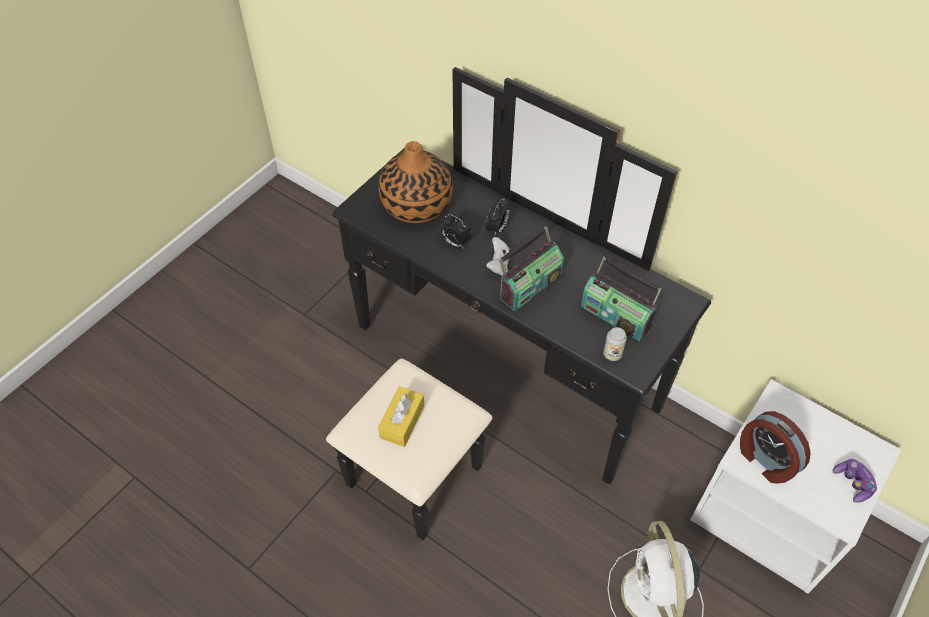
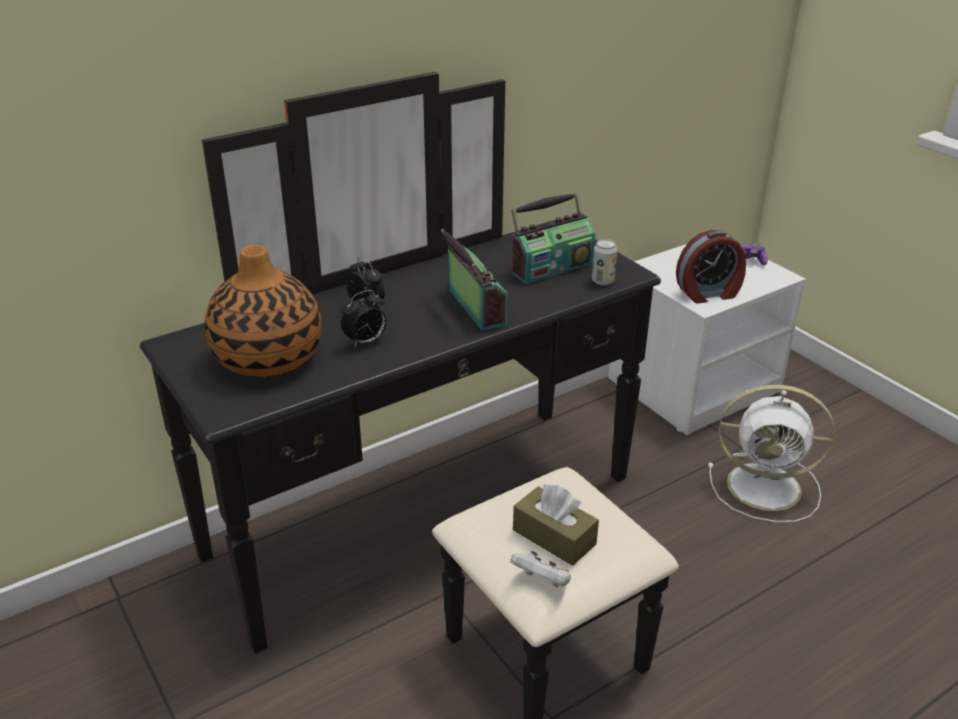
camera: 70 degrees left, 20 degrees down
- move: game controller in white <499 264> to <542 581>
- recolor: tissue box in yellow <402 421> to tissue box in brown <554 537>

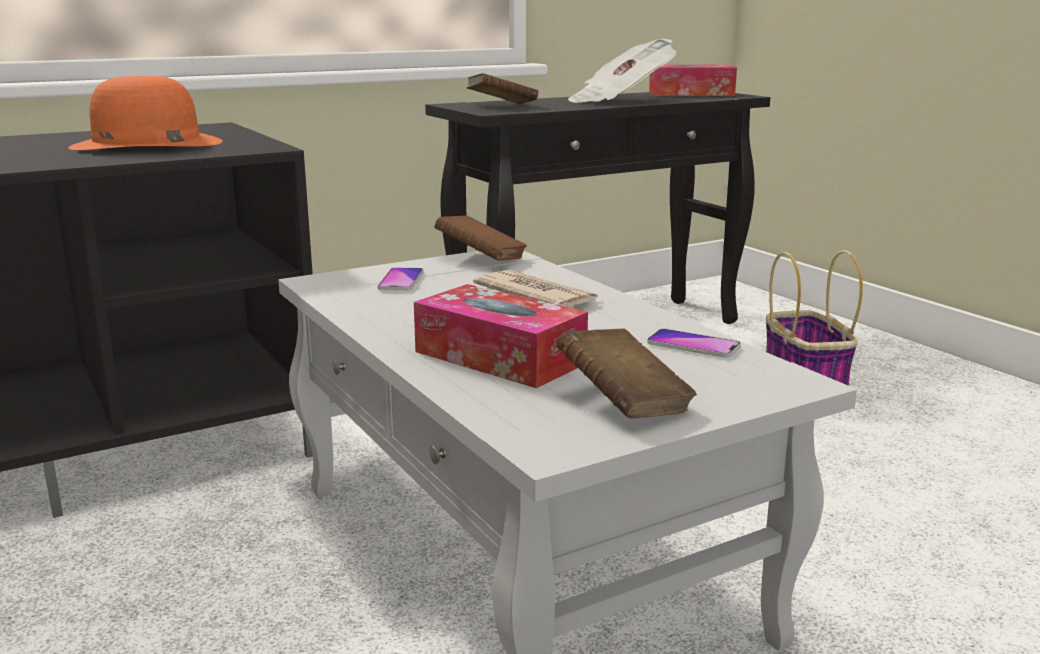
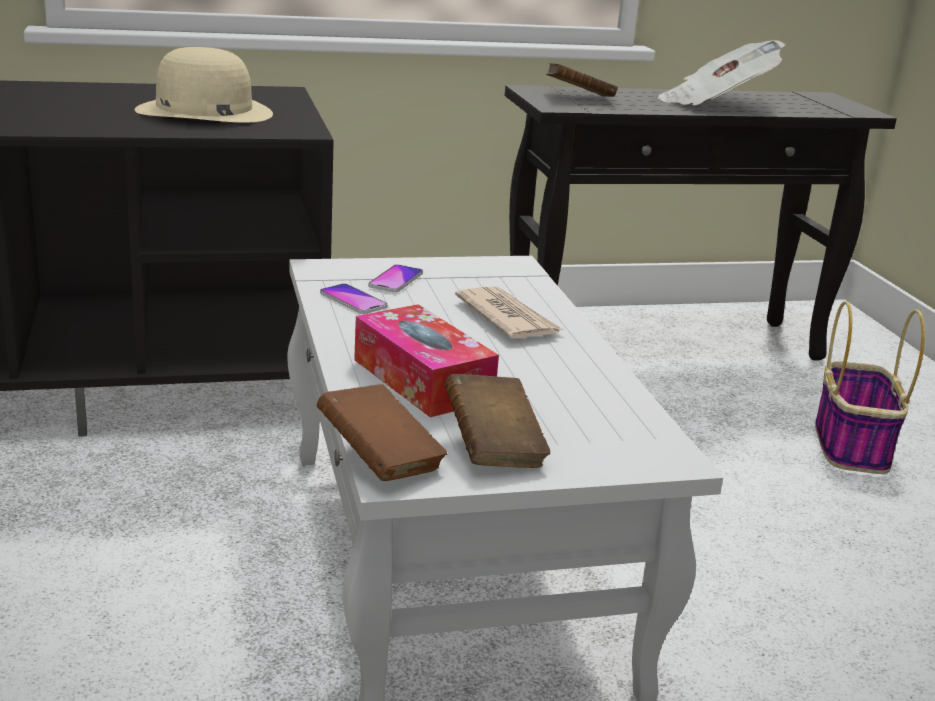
camera: 15 degrees right, 5 degrees up
- delete: tissue box <691 93>
- move: book in brown <481 259> to <380 459>
- move: phone <693 345> to <353 300>
- recolor: hat in orange <146 144> to hat in beige <203 111>

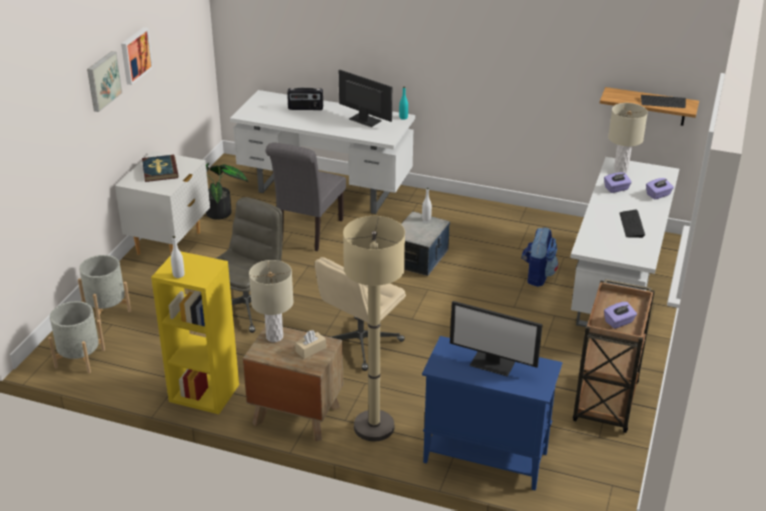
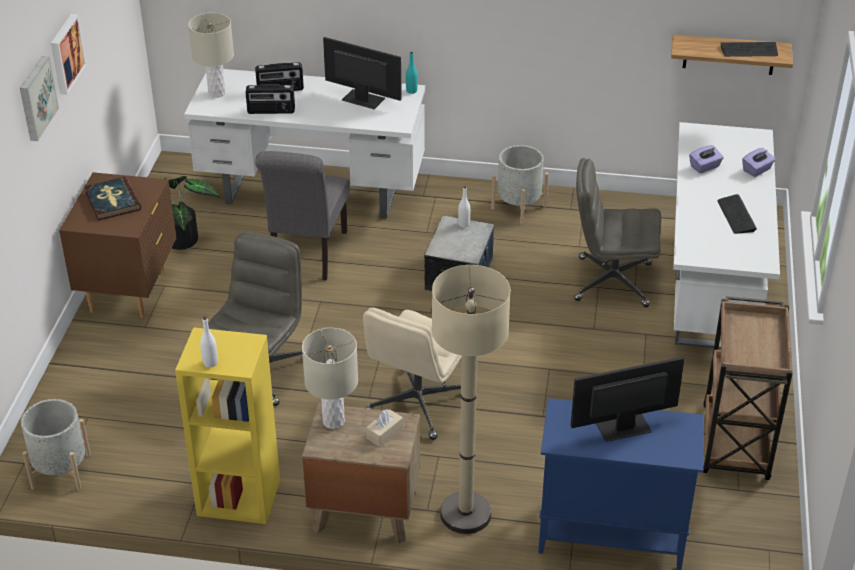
camera: 10 degrees left, 5 degrees up
- delete: tissue box in purple <619 322>
- insert: radio <271 111>
- move: planter in grey <107 309> to <518 207>
- move: table lamp in beige <620 170> to <216 93>
- replace: backpack <537 275> to office chair in grey <611 282>
- recolor: nightstand in white <170 243> to nightstand in brown <129 291>
- rotate: monitor <493 363> = <622 427> 150 degrees clockwise

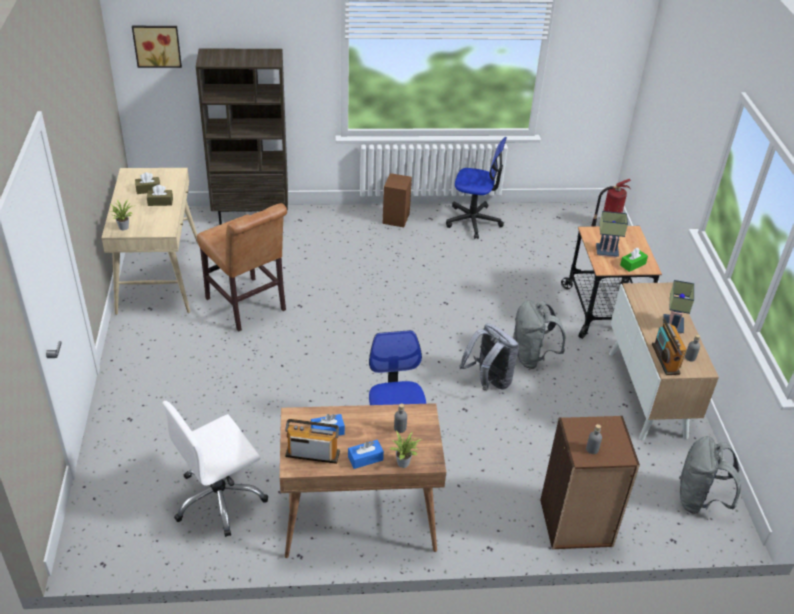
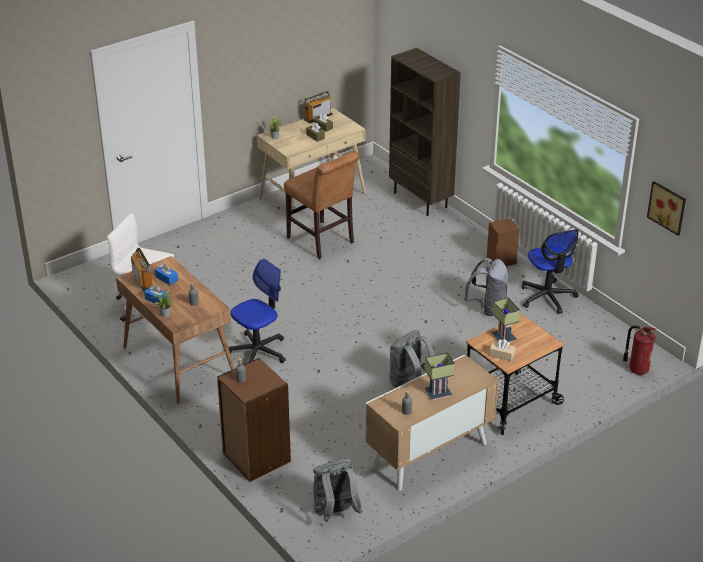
camera: 60 degrees right, 5 degrees down
- move: picture <157 45> to <668 207>
- move: backpack in grey <488 381> to <487 307>
- move: radio <665 359> to <318 117>
- recolor: tissue box in green <632 264> to tissue box in beige <502 355>
- rotate: chair in brown <248 307> = <322 241> 60 degrees counterclockwise

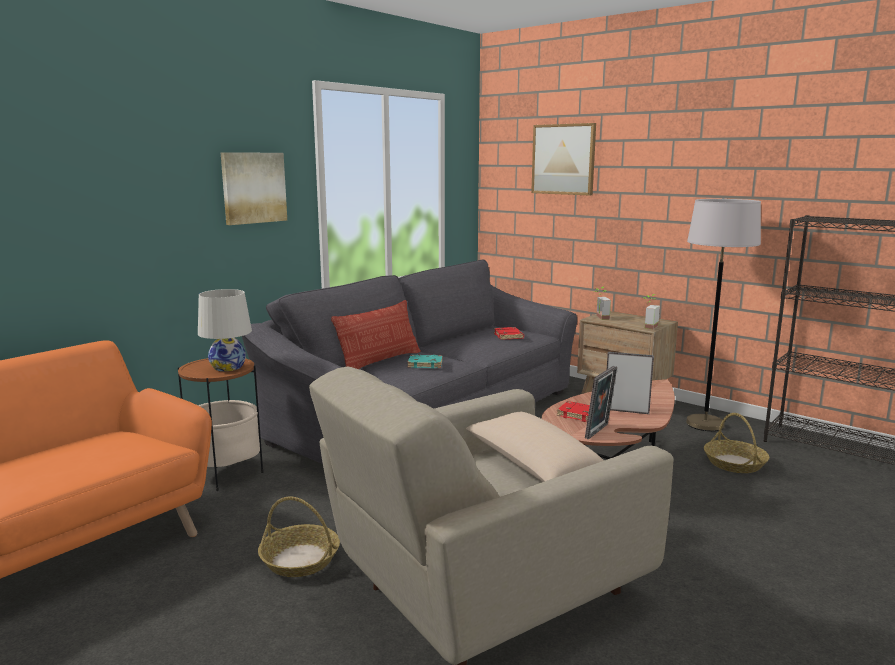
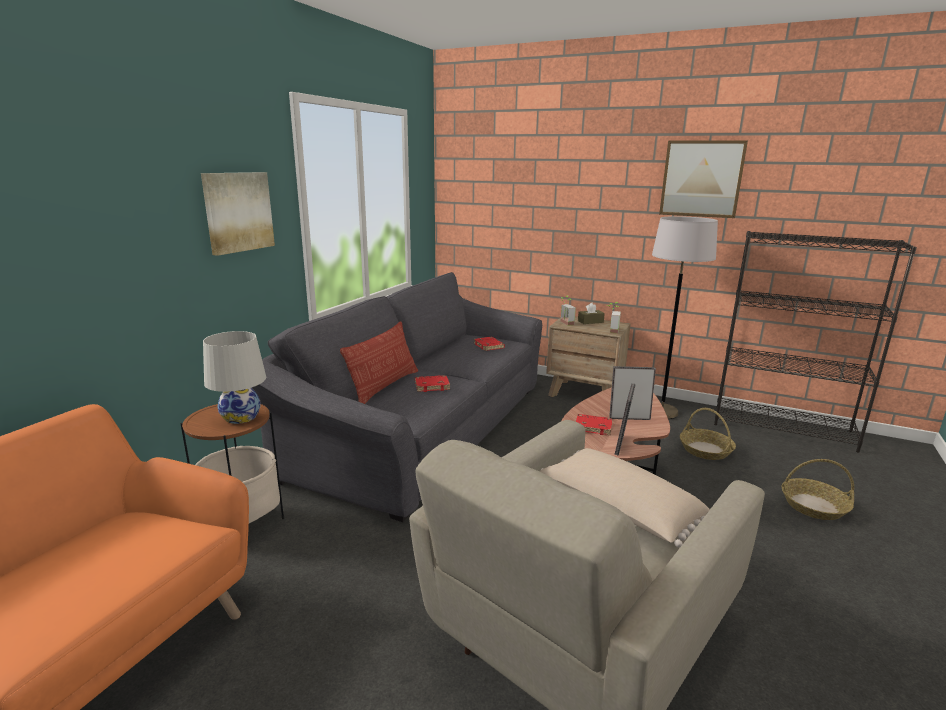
camera: 15 degrees left, 5 degrees up
- insert: tissue box in brown <590 321>
- move: basket <299 560> to <813 506>
- move: picture <563 159> to <701 179>
- recolor: book in turquoise <425 364> to book in red <432 386>

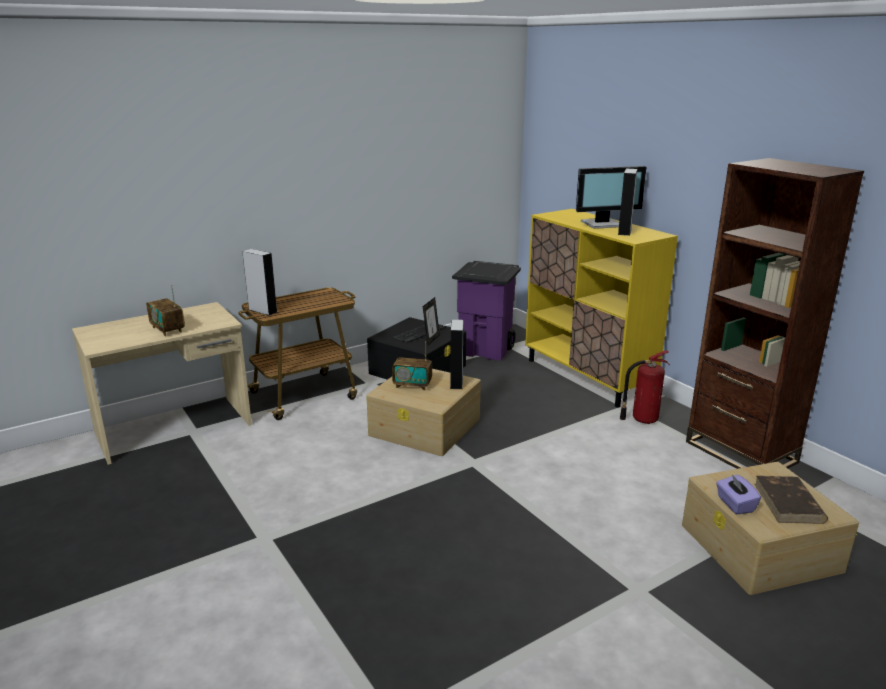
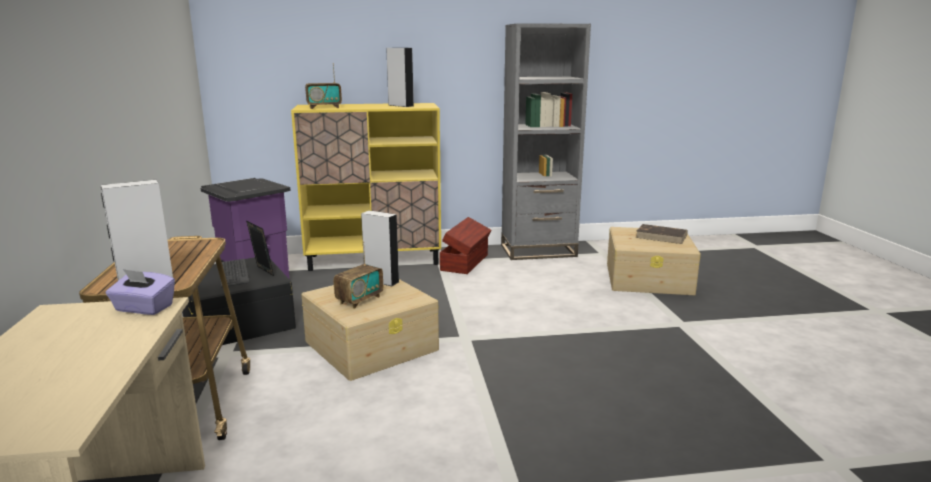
camera: 65 degrees left, 5 degrees down
- delete: monitor <603 224>
- move: radio <167 329> to <324 107>
- move: tissue box in purple <735 504> to <144 308>
- replace: fire extinguisher <642 419> to storage box in brown <465 262>
- recolor: bookcase in brown <740 452> to bookcase in grey <538 251>

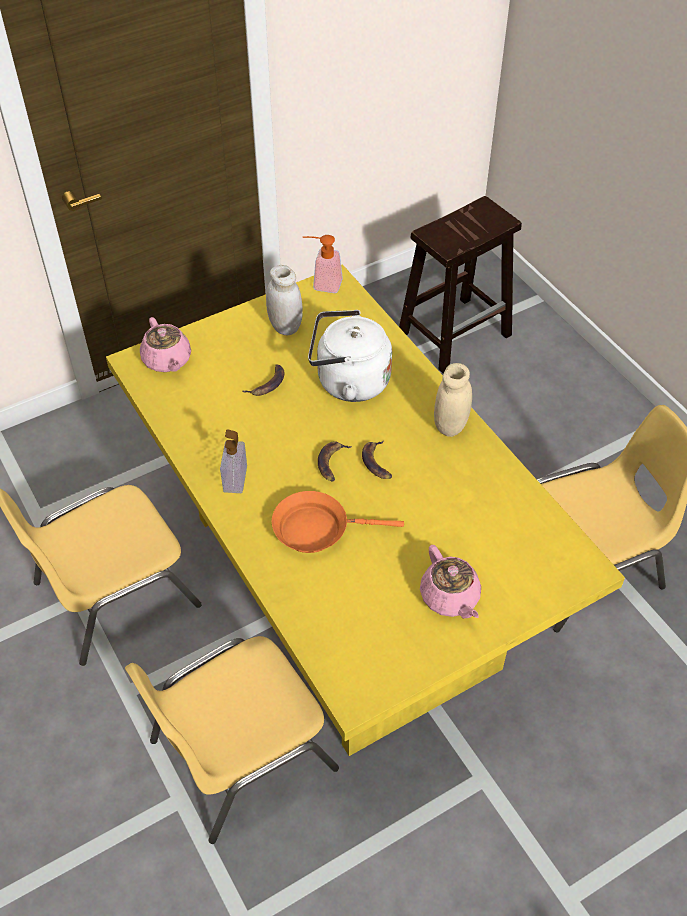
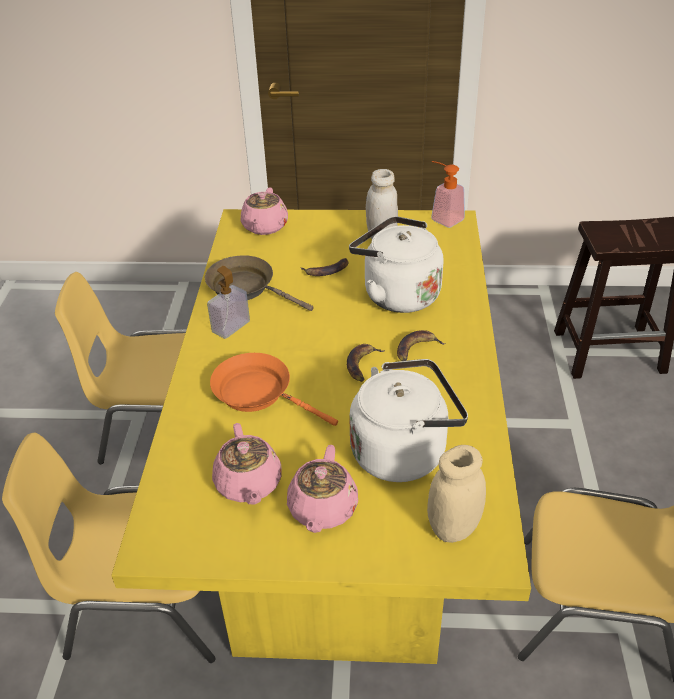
camera: 35 degrees right, 10 degrees down
- insert: frying pan in brown <246 288>
- insert: teapot in pink <248 484>
- insert: kettle in white <403 451>
- move: banana <332 463> to <416 349>
- move: jar in beige <450 426> to <453 528>

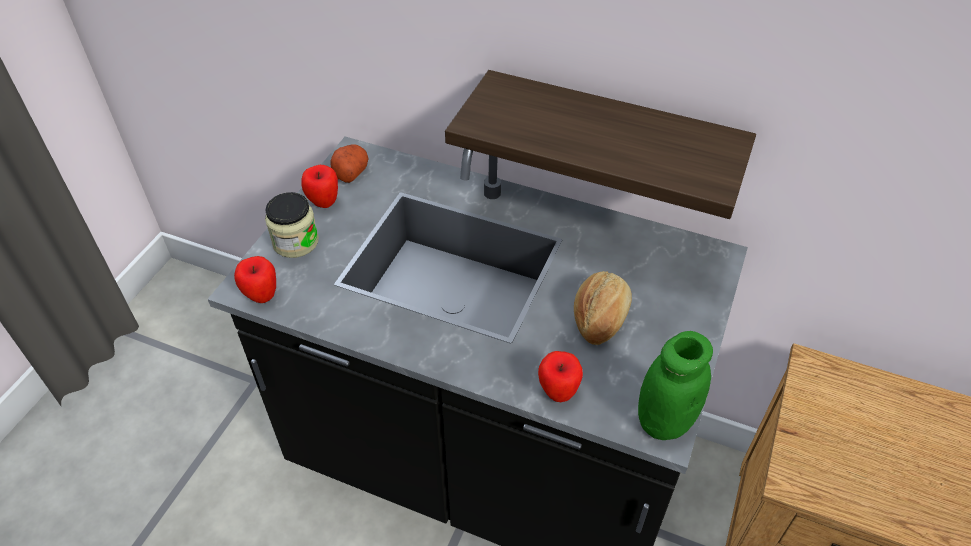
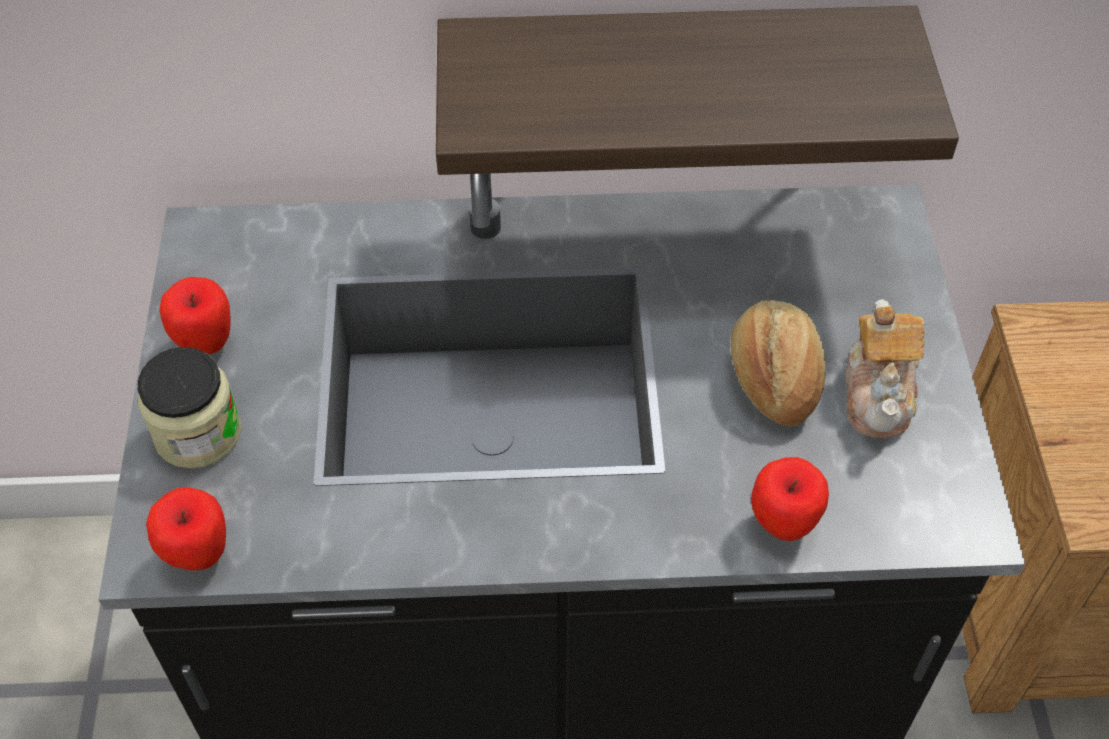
camera: 25 degrees left, 5 degrees up
- delete: potato <350 172>
- delete: jar in green <664 421>
- insert: teapot <879 394>

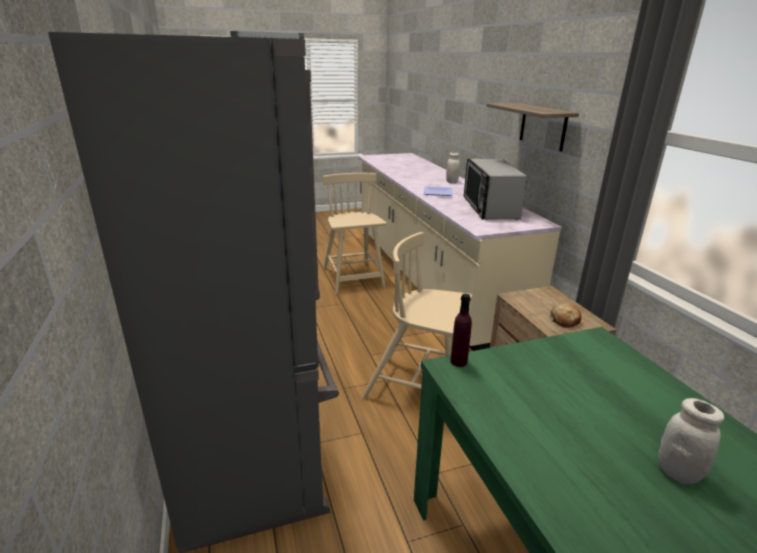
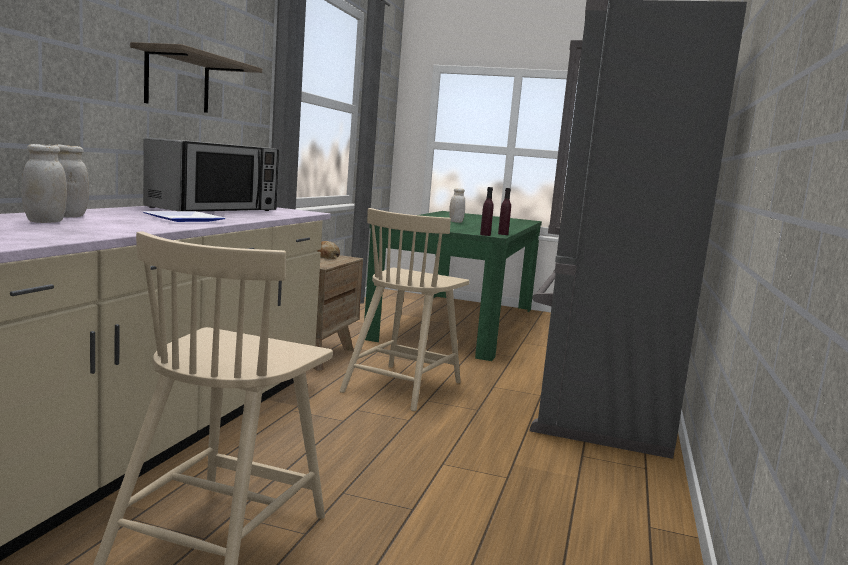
camera: 145 degrees left, 15 degrees down
- insert: jar in white <45 222>
- insert: bottle in purple <503 234>
- rotate: chair in beige <419 388> = <402 386> 60 degrees clockwise

